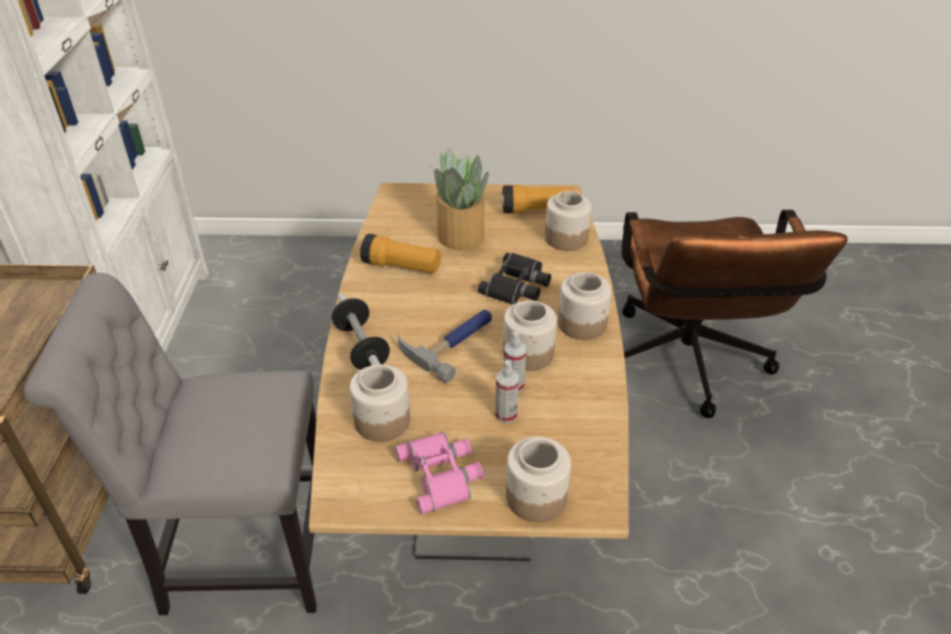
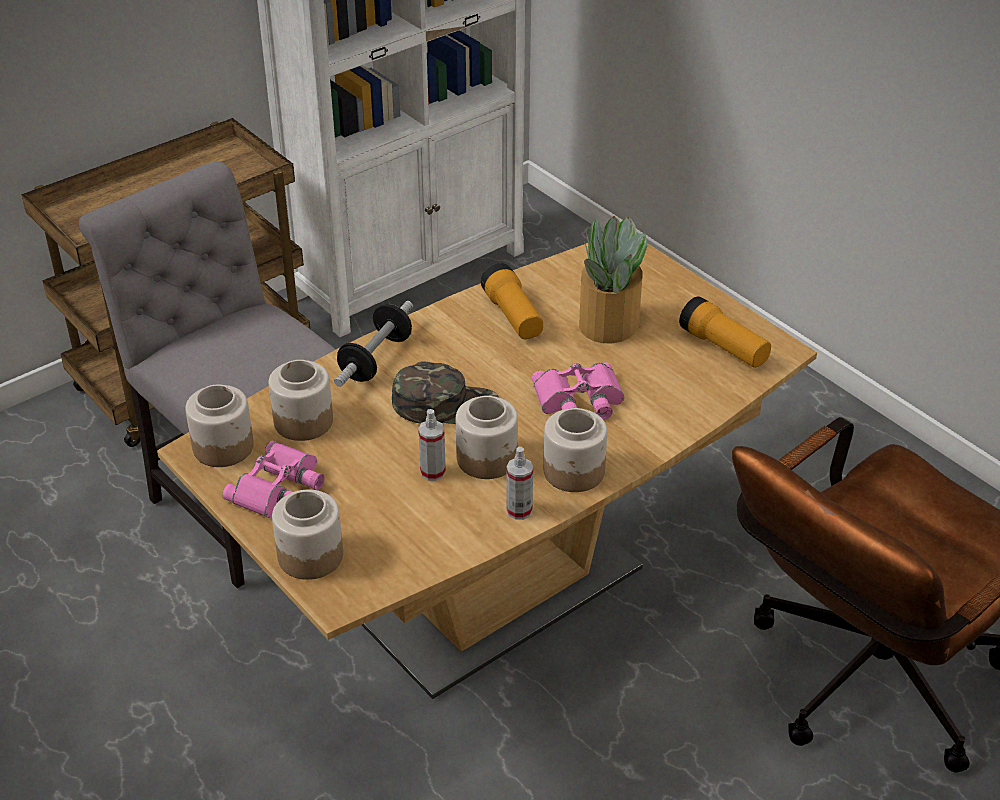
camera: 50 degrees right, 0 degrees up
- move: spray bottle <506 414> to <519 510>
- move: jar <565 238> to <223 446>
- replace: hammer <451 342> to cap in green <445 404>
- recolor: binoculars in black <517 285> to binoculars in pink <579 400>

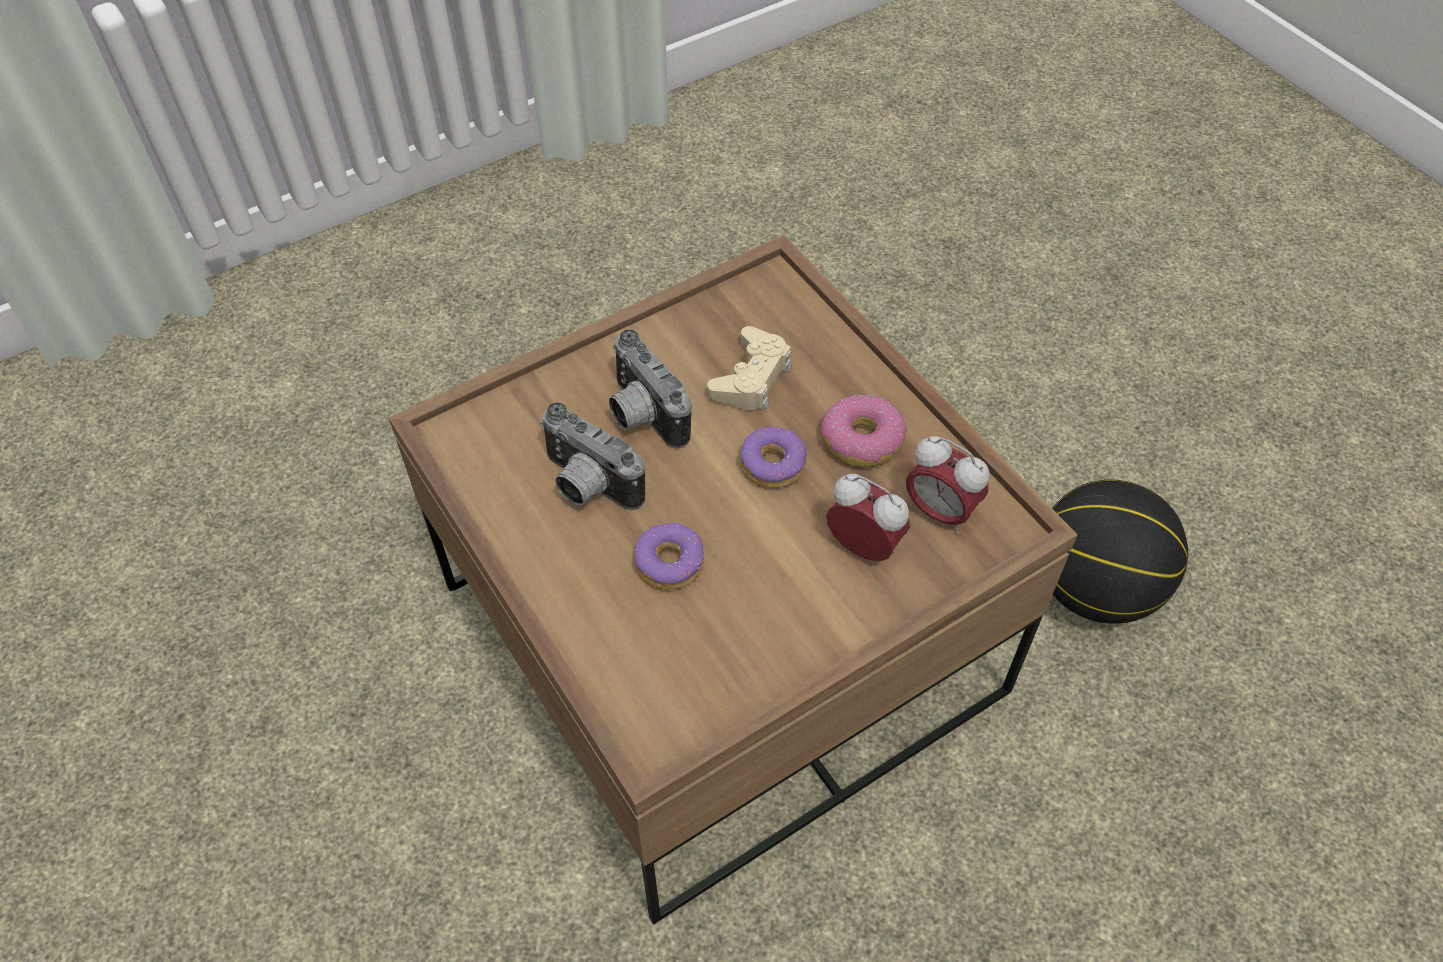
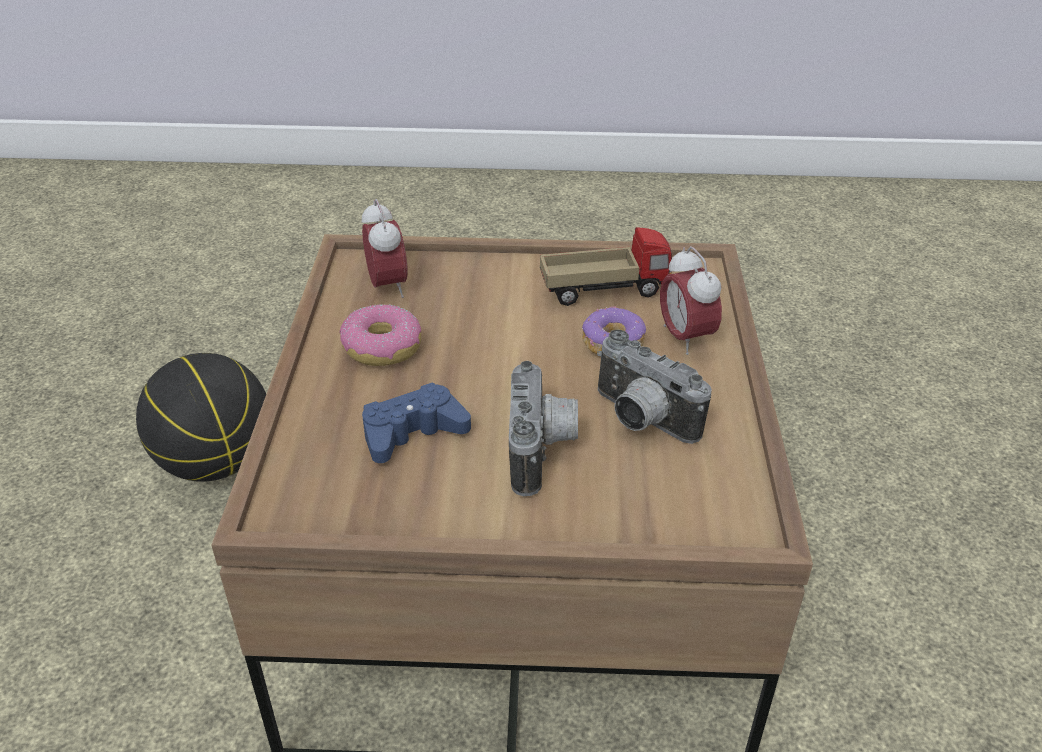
camera: 145 degrees left, 15 degrees down
- delete: donut <773 464>
- insert: toy truck <605 290>
- move: alarm clock <864 547> to <685 338>
- recolor: game controller in beige <751 378> to game controller in blue <412 432>
- rotate: photo camera <586 486> = <639 420> 150 degrees clockwise

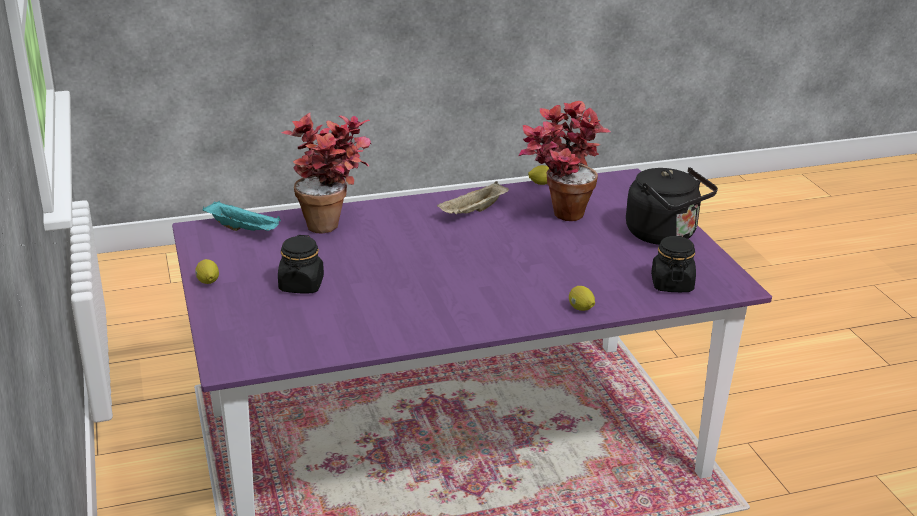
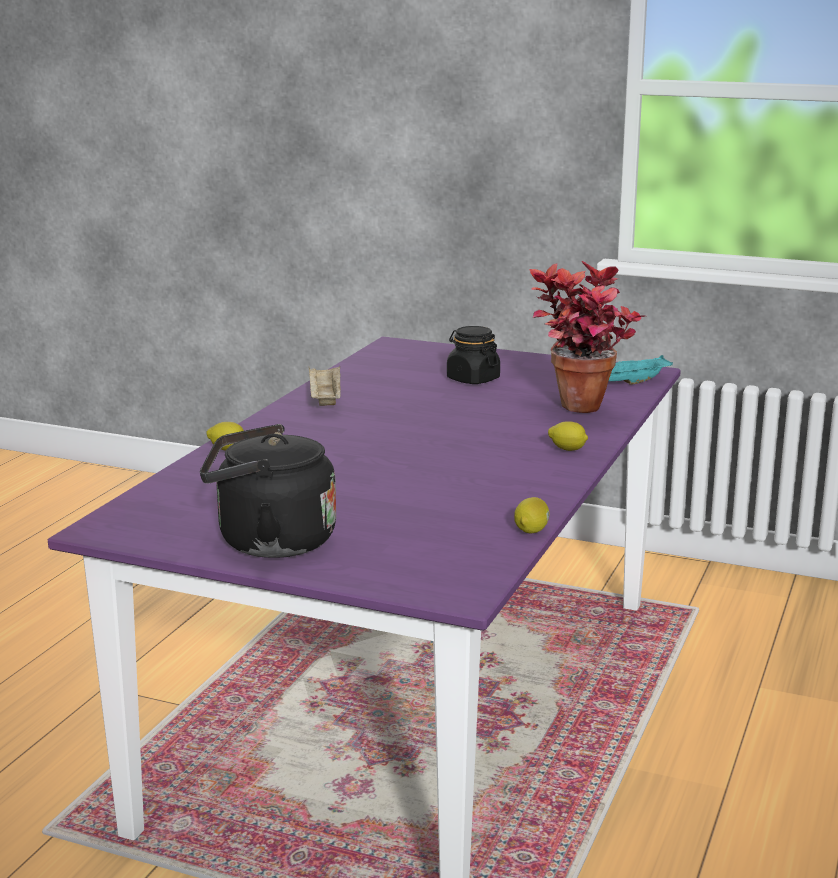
camera: 130 degrees right, 10 degrees down
- delete: potted plant <556 216>
- delete: jar in black <671 284>
- move: lemon <208 282> to <567 449>
- move: tray in beige <473 212> to <325 400>

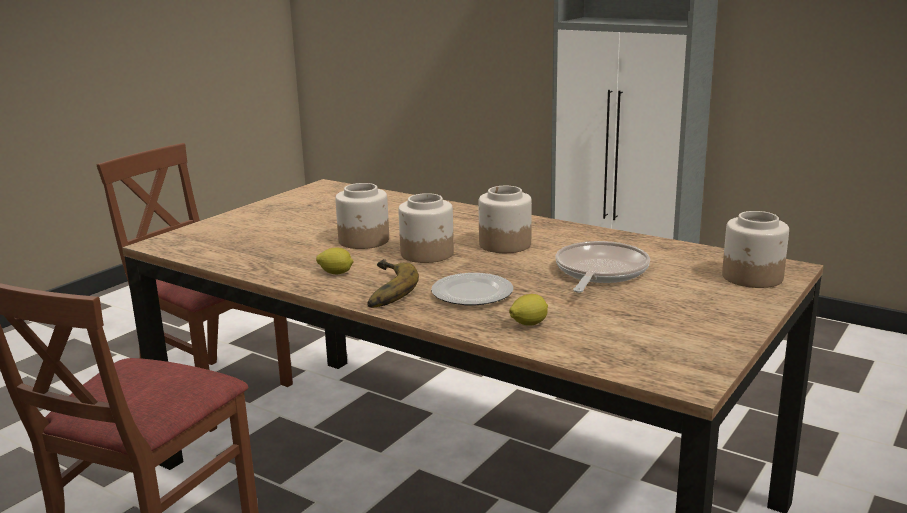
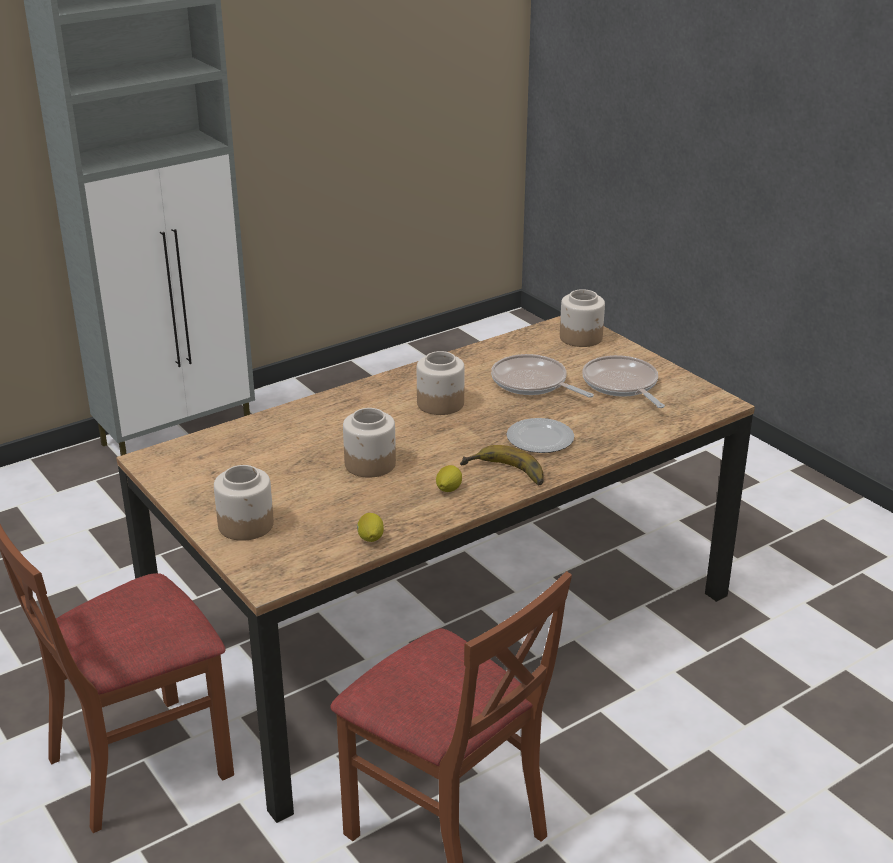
camera: 70 degrees left, 10 degrees up
- insert: frying pan <622 385>
- move: jar <427 254> to <246 524>
- move: lemon <528 324> to <370 539>

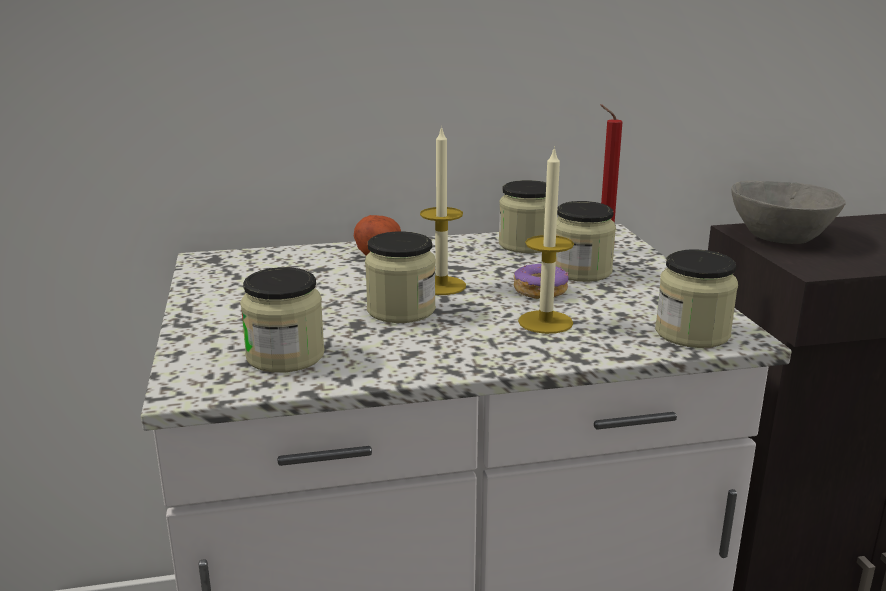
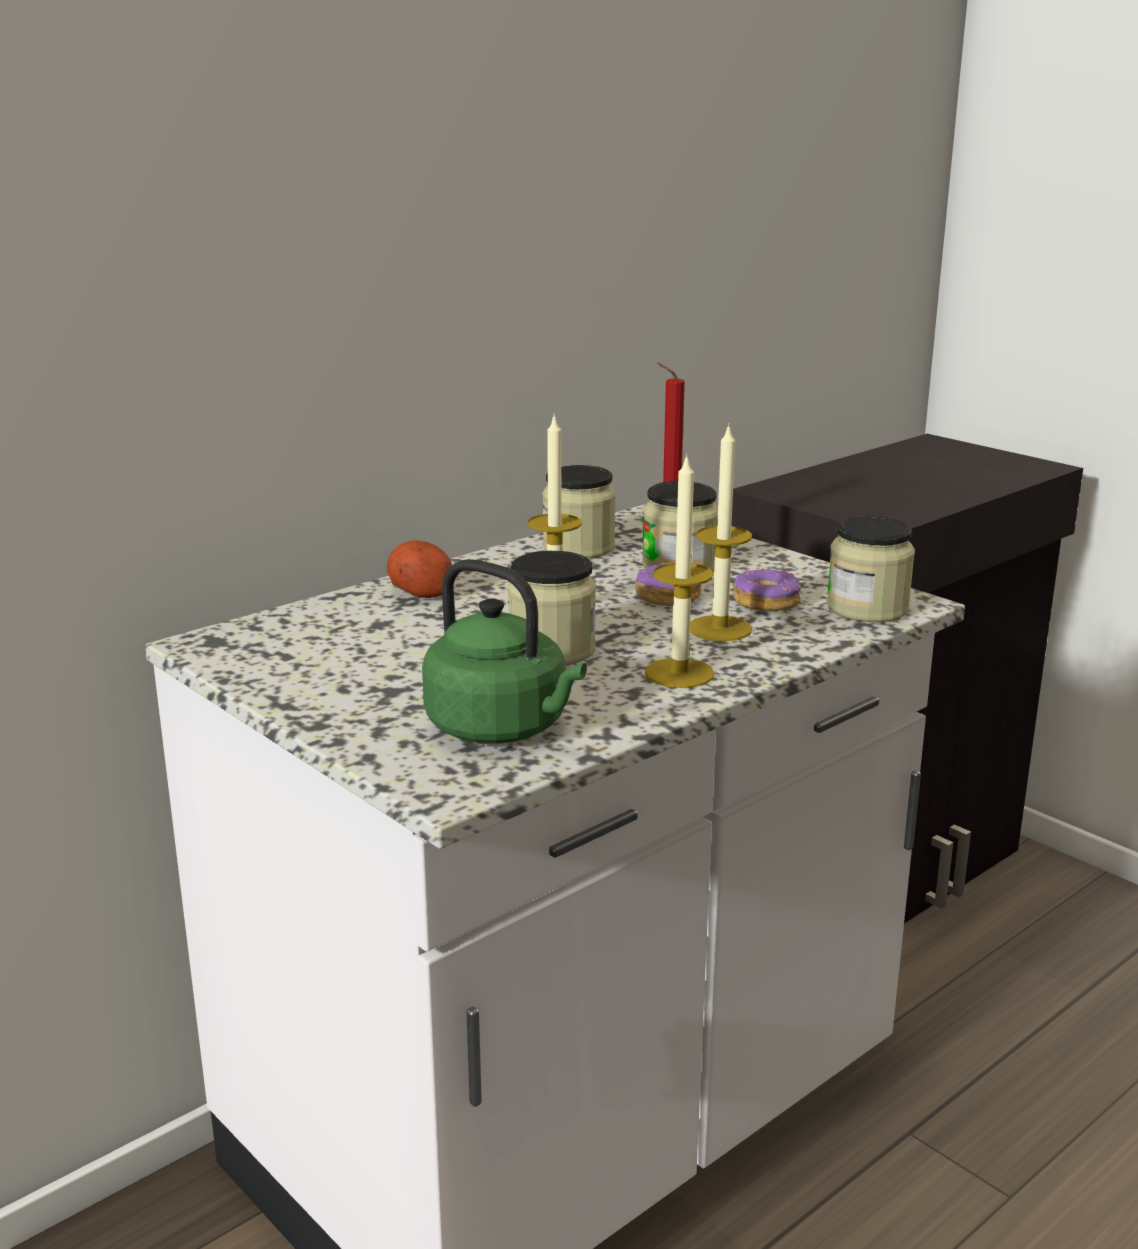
camera: 30 degrees left, 0 degrees up
- delete: bowl in grey <782 237>
- insert: candle <679 673>
- insert: donut <766 602>
- replace: jar <285 356> to kettle in green <502 728>

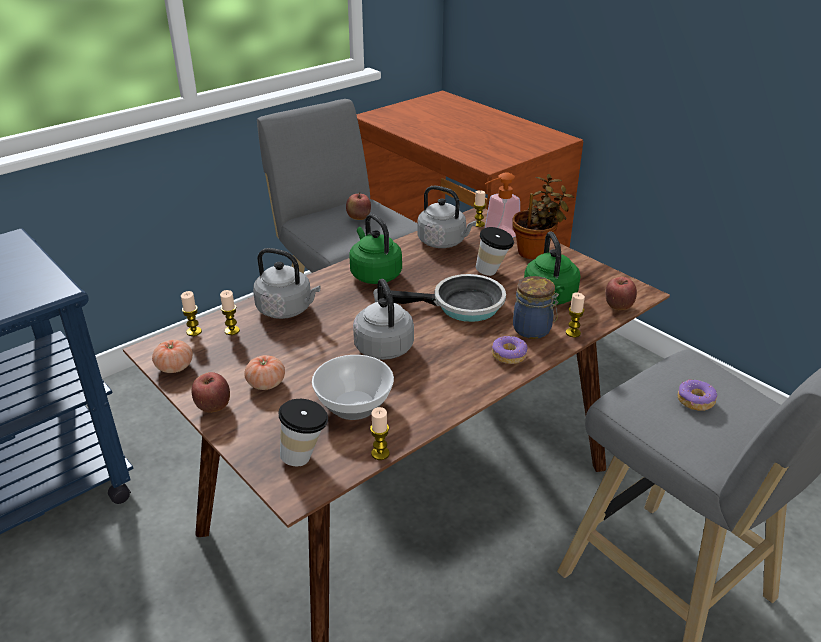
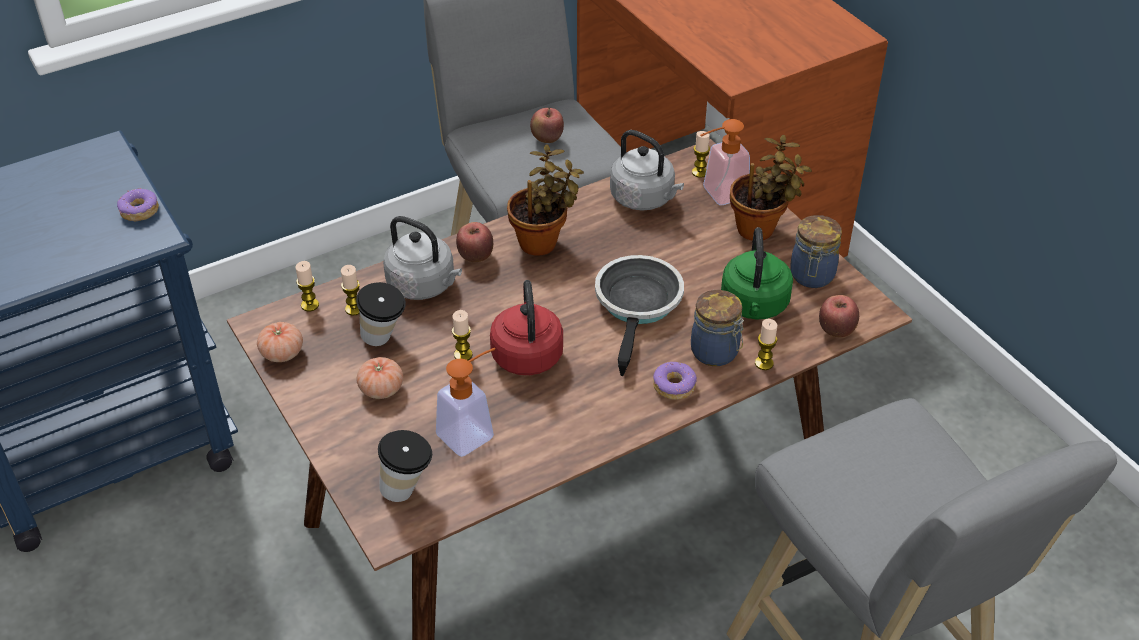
camera: 10 degrees right, 10 degrees up
- insert: jar <811 276>
- move: apple <214 408> to <476 257>
- move: candle <380 453> to <463 355>
- move: cup <493 272> to <384 340>
- move: donut <695 401> to <139 211>
- replace: bowl <352 405> to soap dispenser <473 431>
- replace: kettle in green <374 274> to potted plant <542 242>
- recolor: kettle in grey <383 346> to kettle in red <527 353>
- rotate: frying pan <462 306> = <638 306> 90 degrees counterclockwise

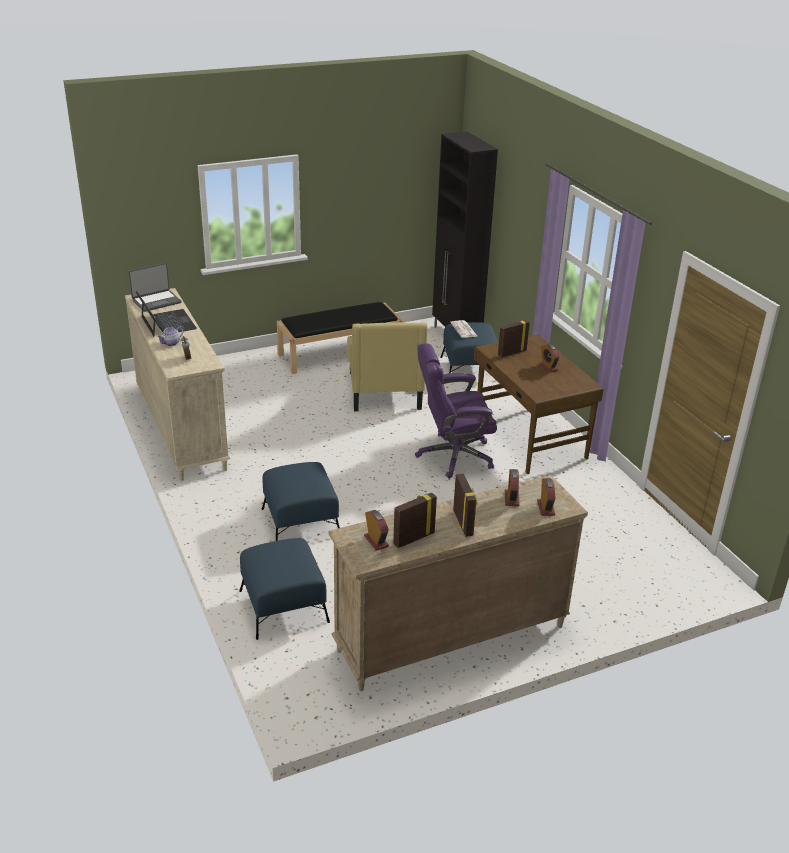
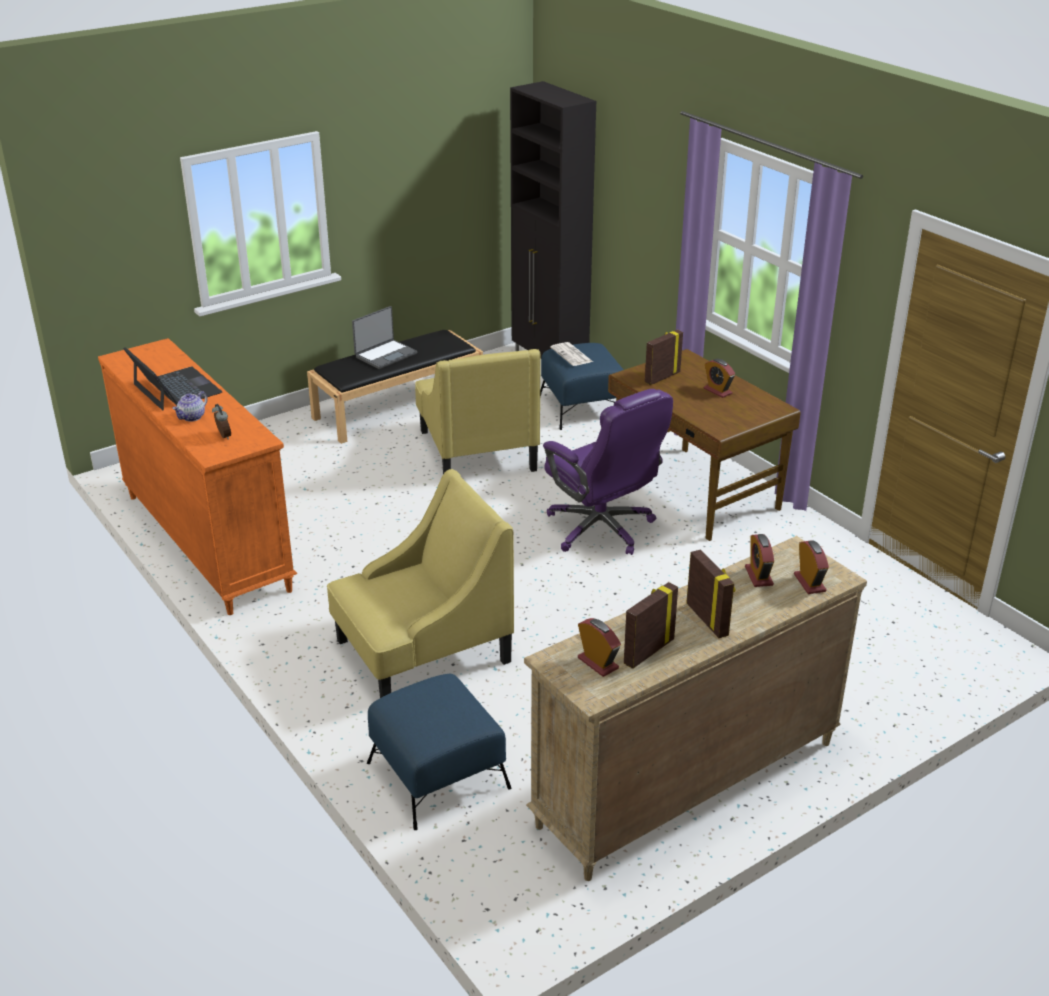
camera: 10 degrees left, 0 degrees up
- move: laptop <156 301> to <385 355>
- replace: ottoman in blue <300 523> to armchair in yellow <422 651>
- recolor: dresser in beige <181 429> to dresser in orange <207 541>
- rotate: office chair in purple <453 456> = <602 529> 105 degrees counterclockwise

